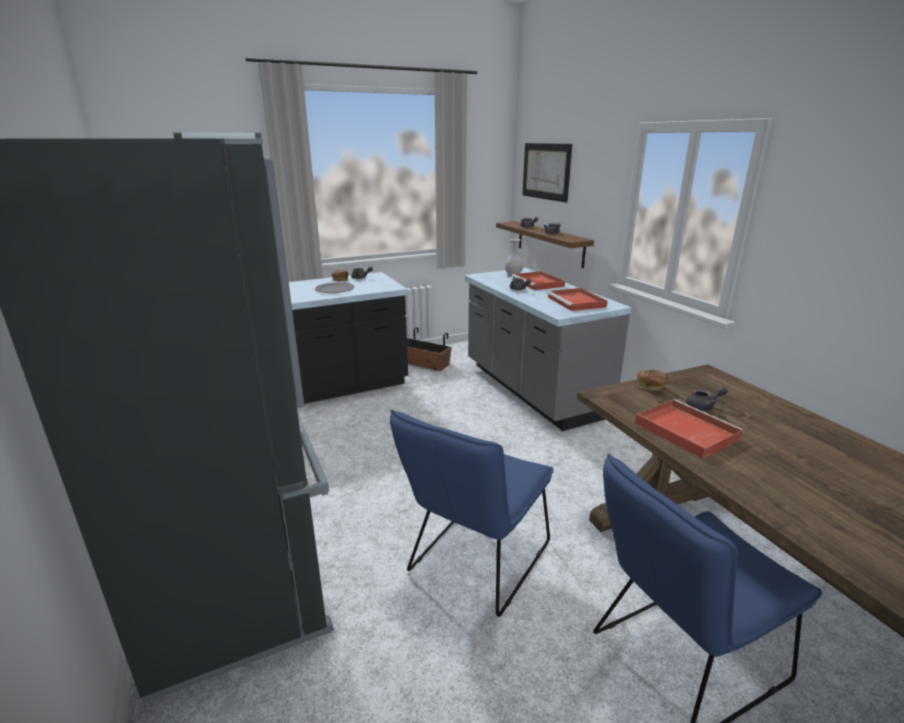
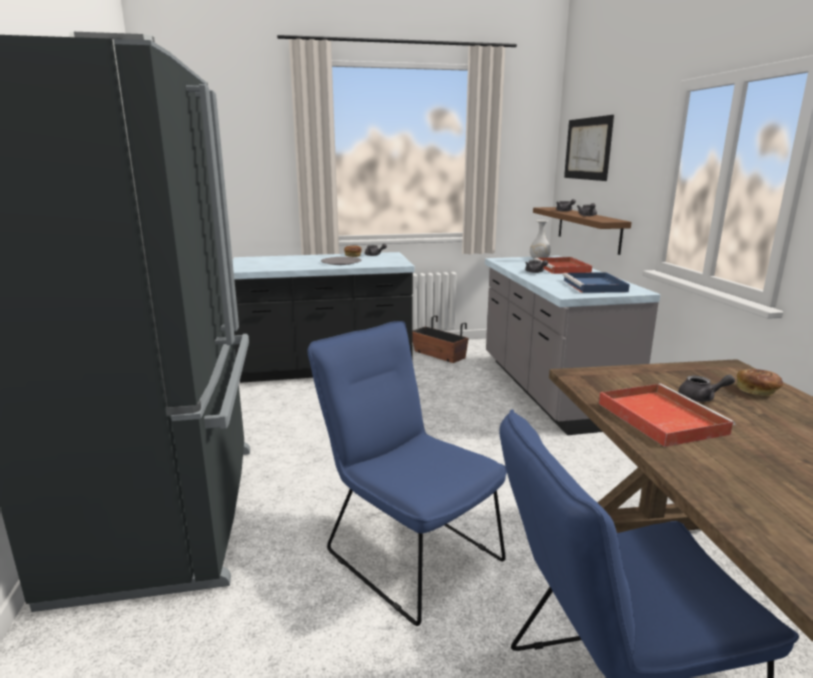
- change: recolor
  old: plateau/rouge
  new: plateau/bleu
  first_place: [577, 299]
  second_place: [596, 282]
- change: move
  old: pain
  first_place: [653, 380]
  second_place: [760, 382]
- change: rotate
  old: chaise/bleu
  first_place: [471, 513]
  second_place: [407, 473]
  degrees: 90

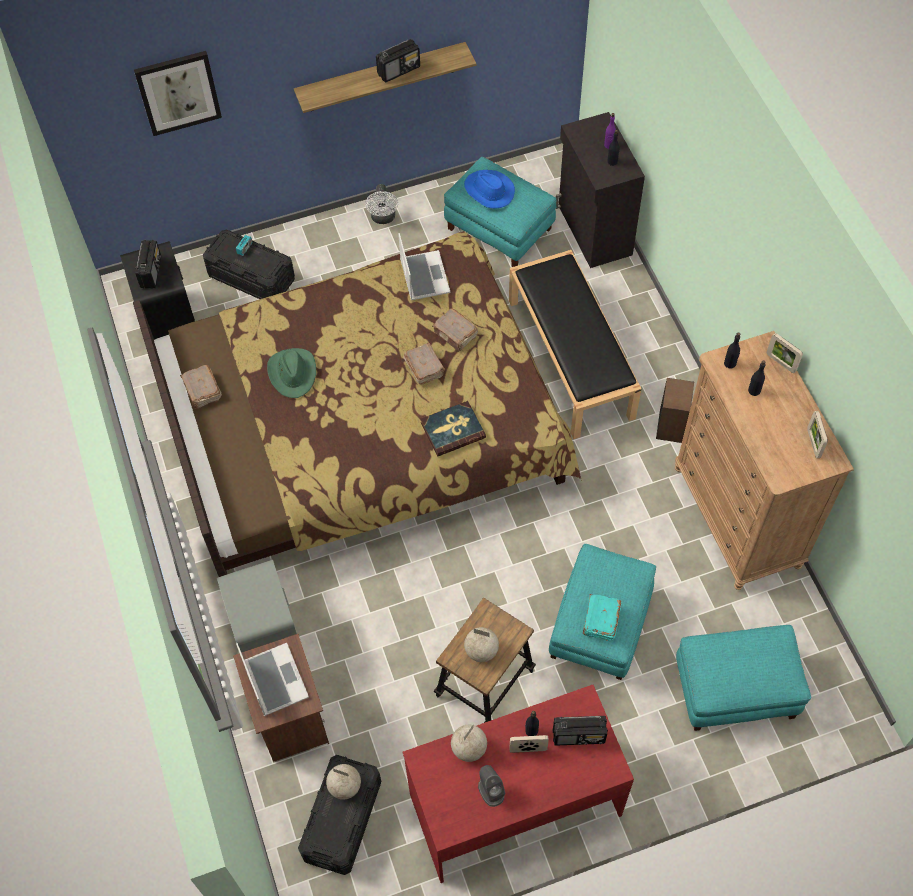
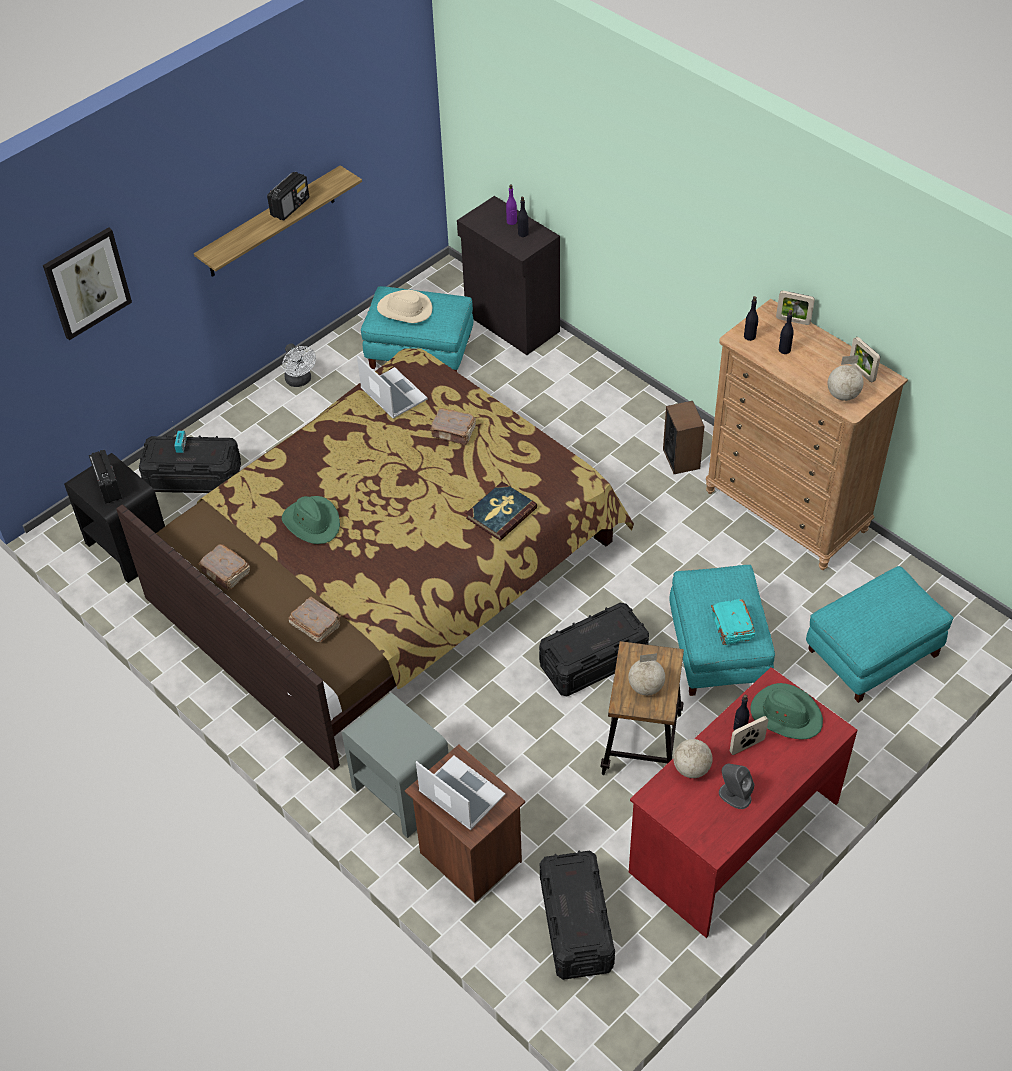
- change: recolor
  old: chapeau/bleu
  new: chapeau/beige
  first_place: [489, 189]
  second_place: [404, 306]
- change: delete
  old: banc/noir
  first_place: [575, 344]
- change: move
  old: livre/marron
  first_place: [424, 364]
  second_place: [315, 620]
- change: replace
  old: radio
  new: chapeau/vert
  first_place: [580, 731]
  second_place: [786, 711]
- change: move
  old: globe
  first_place: [343, 782]
  second_place: [845, 378]
- change: insert
  new: boîte de rangement/noir
  second_place: [594, 649]

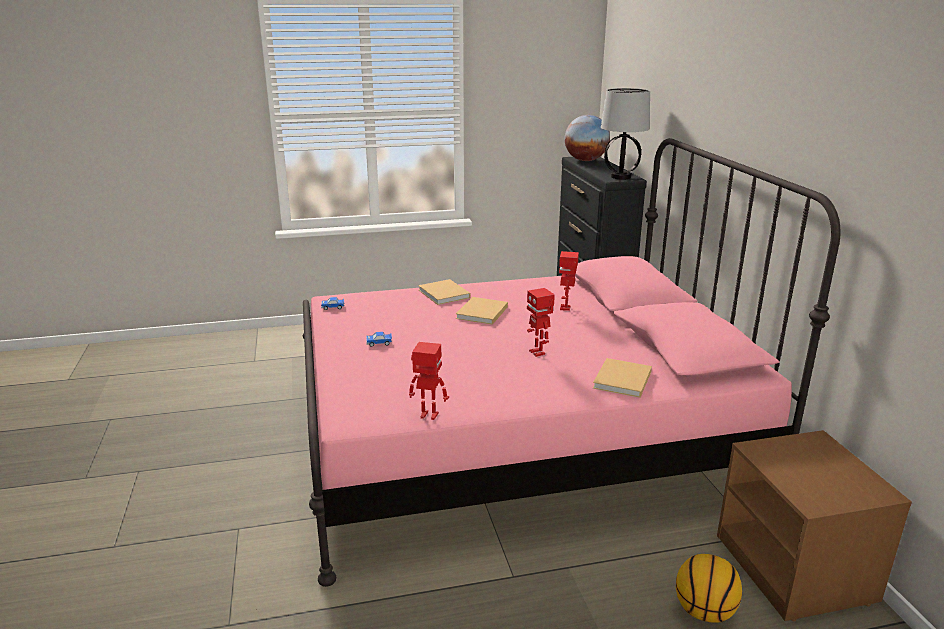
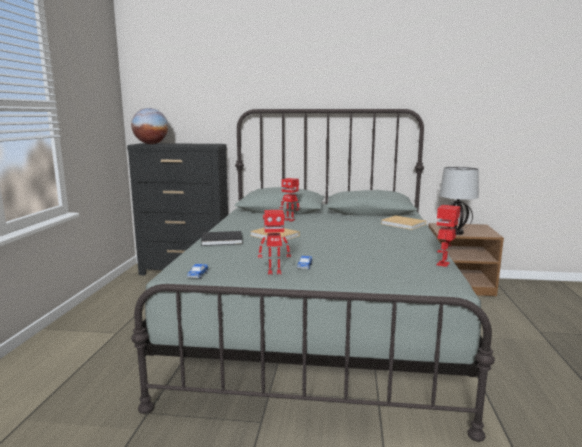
- change: move
  old: lampe de table
  first_place: [625, 134]
  second_place: [459, 201]
- change: recolor
  old: lit/rose
  new: lit/gris
  first_place: [572, 362]
  second_place: [313, 275]
- change: recolor
  old: livre/beige
  new: livre/noir
  first_place: [444, 292]
  second_place: [222, 238]
- change: move
  old: robot jouet
  first_place: [541, 322]
  second_place: [274, 242]
- change: delete
  old: ballon de basket
  first_place: [709, 588]

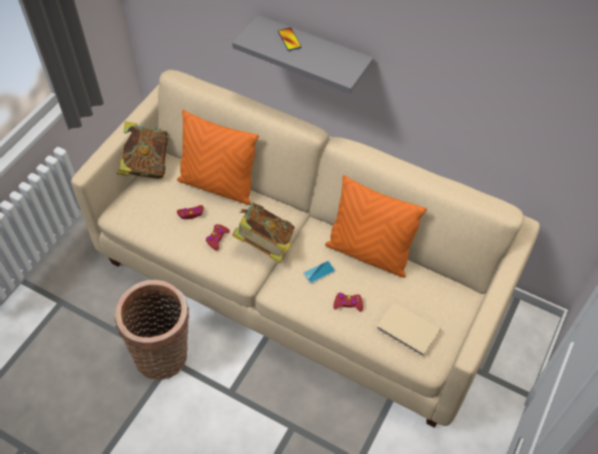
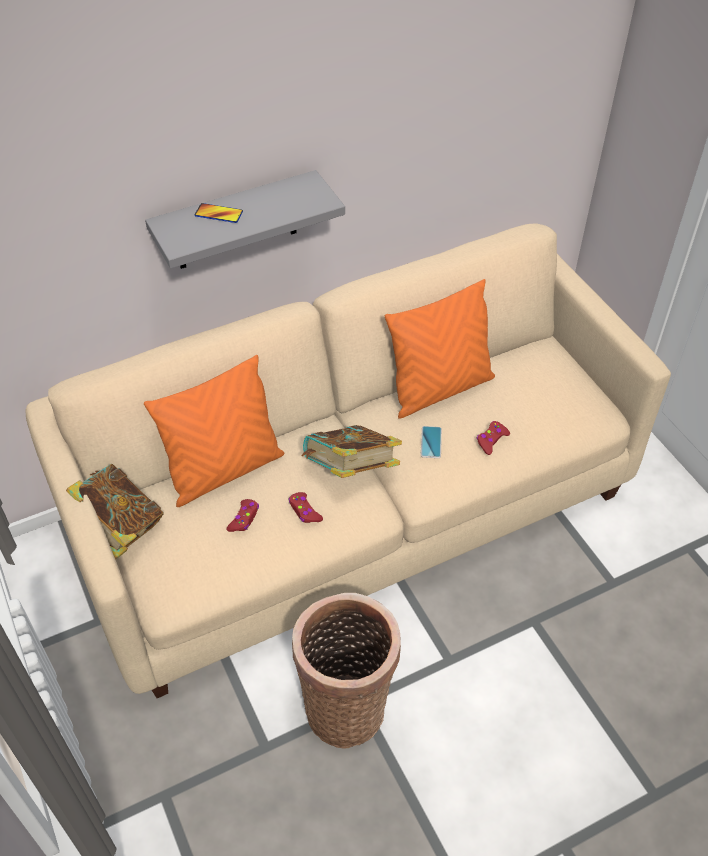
- change: delete
  old: livre/beige
  first_place: [408, 329]

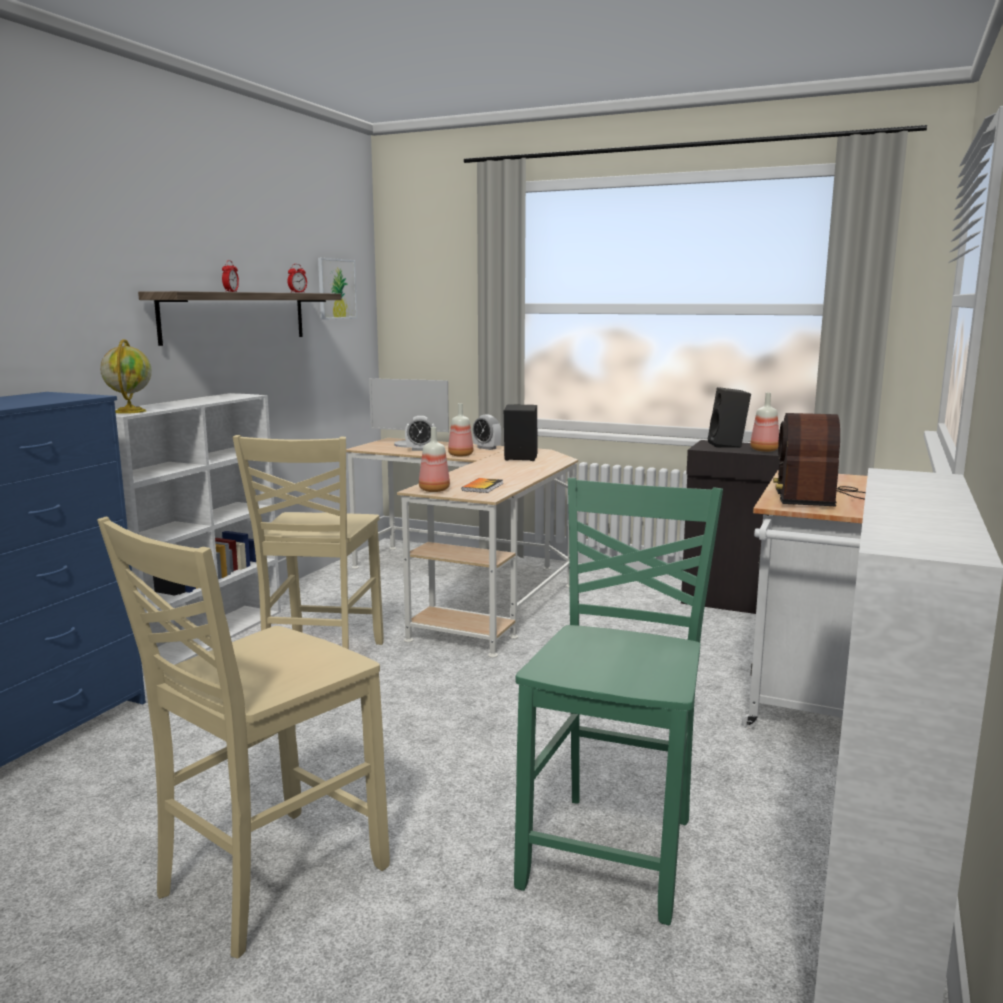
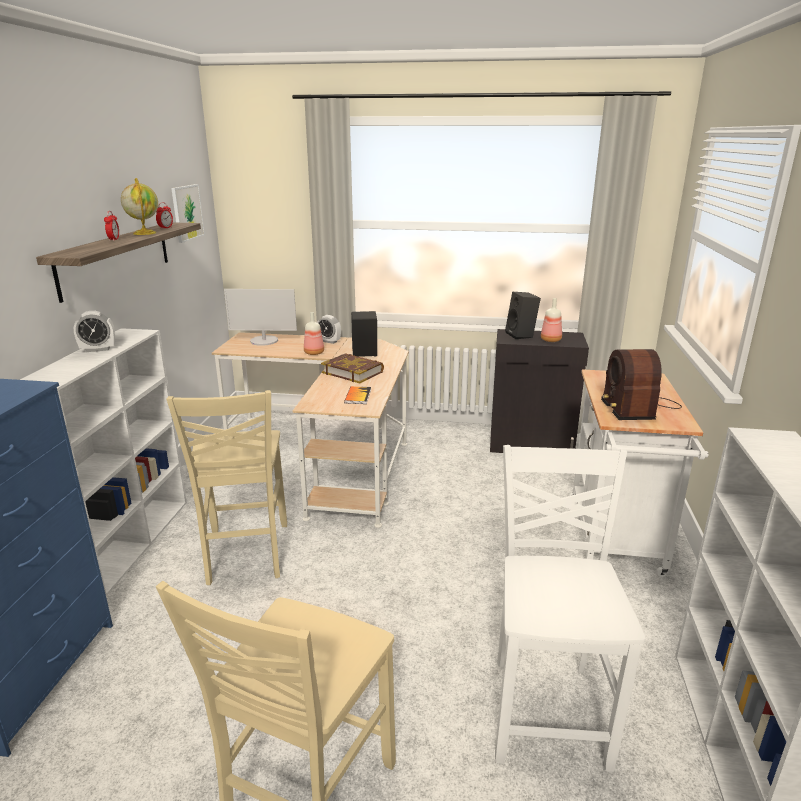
- change: move
  old: globe
  first_place: [126, 376]
  second_place: [139, 206]
- change: move
  old: réveil
  first_place: [420, 433]
  second_place: [94, 331]
- change: delete
  old: bouteille
  first_place: [434, 459]
- change: recolor
  old: chaise/vert
  new: chaise/blanc
  first_place: [618, 701]
  second_place: [570, 608]
- change: insert
  new: livre
  second_place: [352, 368]

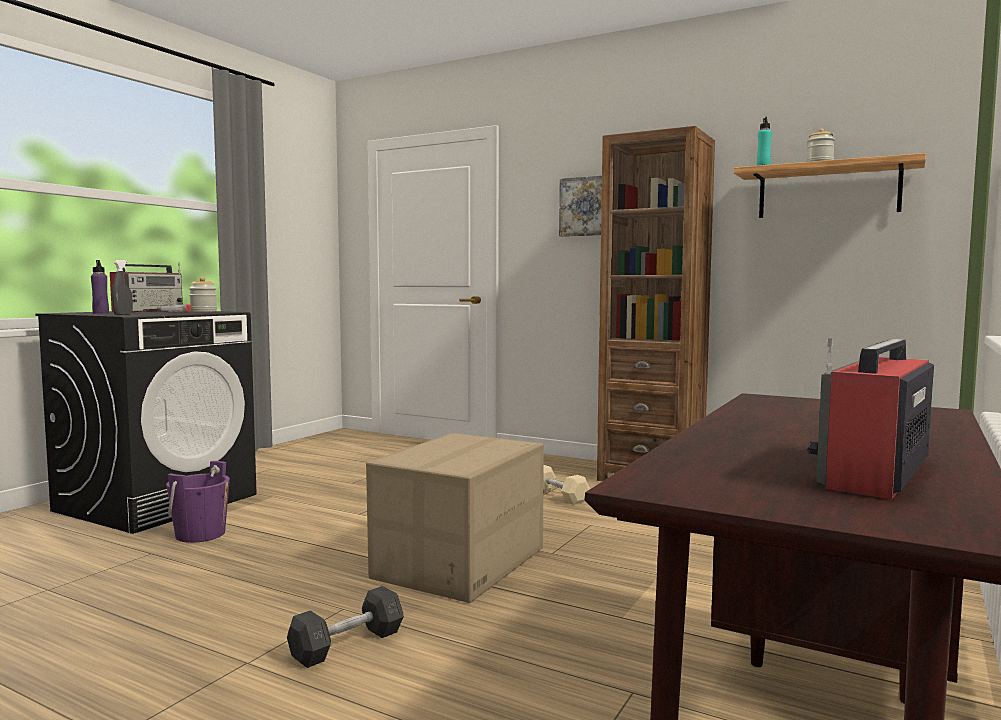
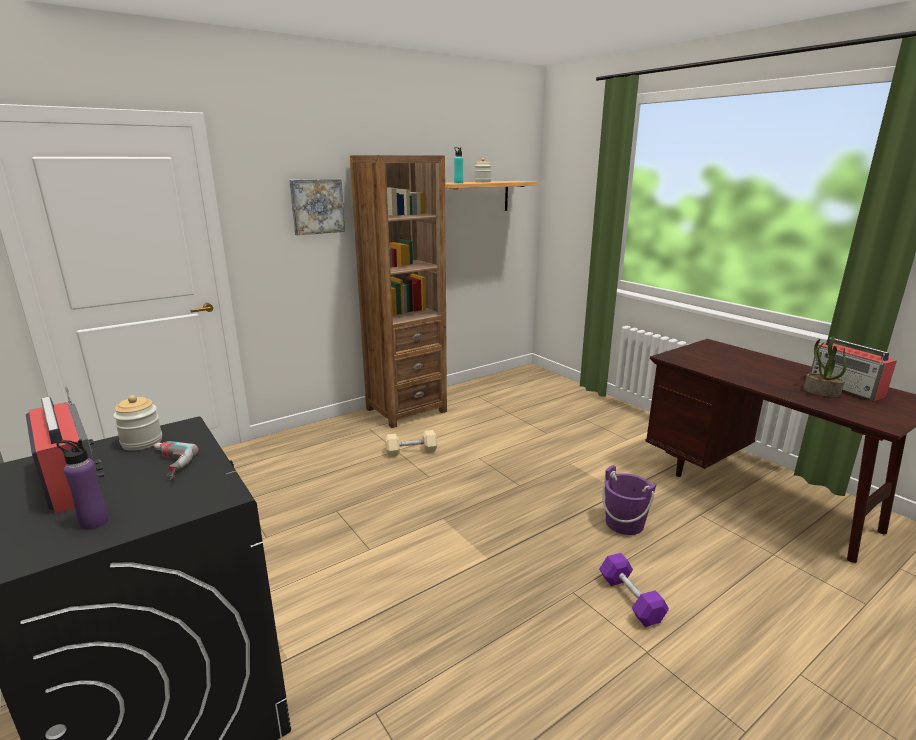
- change: delete
  old: vaporisateur/gris
  first_place: [122, 287]
- change: delete
  old: carton
  first_place: [455, 518]
- change: move
  old: seau/violet
  first_place: [198, 502]
  second_place: [629, 500]
- change: recolor
  old: haltère/gris
  new: haltère/violet
  first_place: [345, 627]
  second_place: [634, 590]
- change: insert
  new: plante en pot
  second_place: [825, 366]

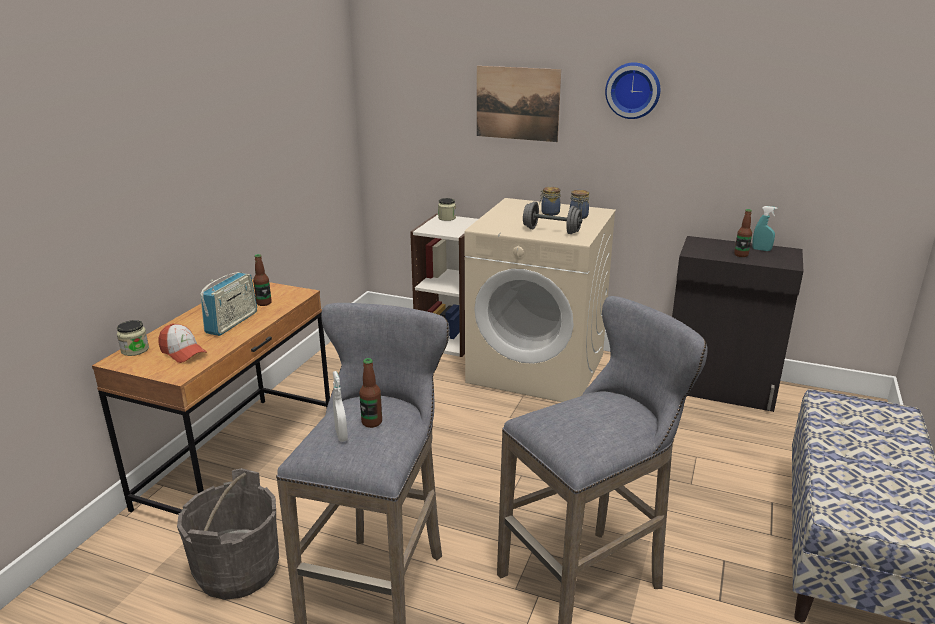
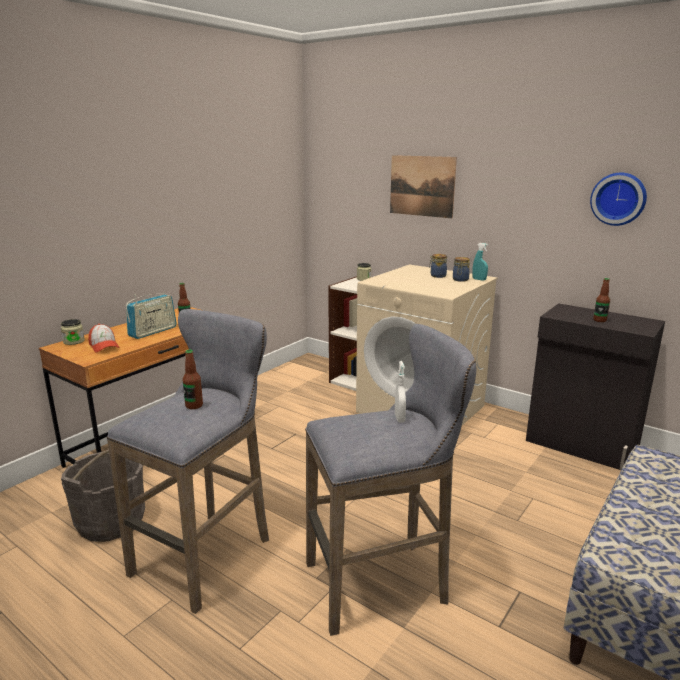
- change: move
  old: horloge murale
  first_place: [632, 90]
  second_place: [618, 199]
- change: delete
  old: haltère/gris
  first_place: [552, 217]
- change: move
  old: vaporisateur/turquoise
  first_place: [764, 228]
  second_place: [480, 262]
- change: move
  old: vaporisateur/blanc
  first_place: [340, 406]
  second_place: [400, 392]

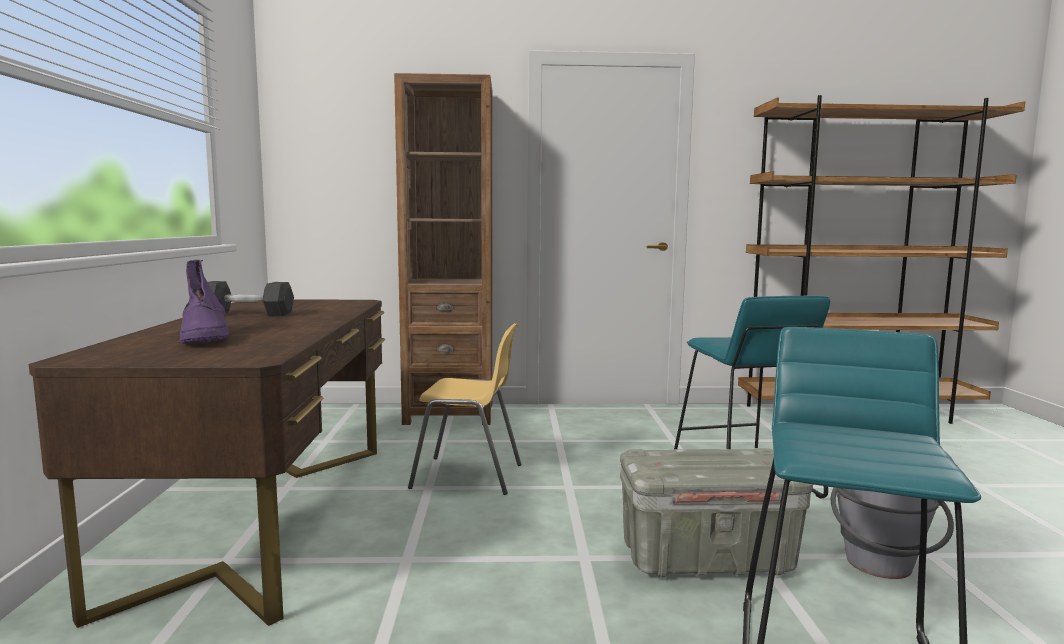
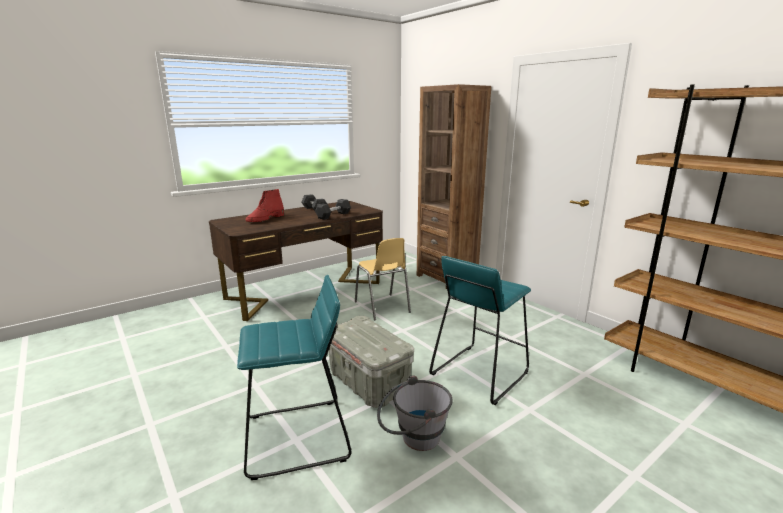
- change: recolor
  old: botte/violet
  new: botte/rouge
  first_place: [204, 302]
  second_place: [265, 205]
- change: insert
  new: haltère/gris
  second_place: [333, 209]

